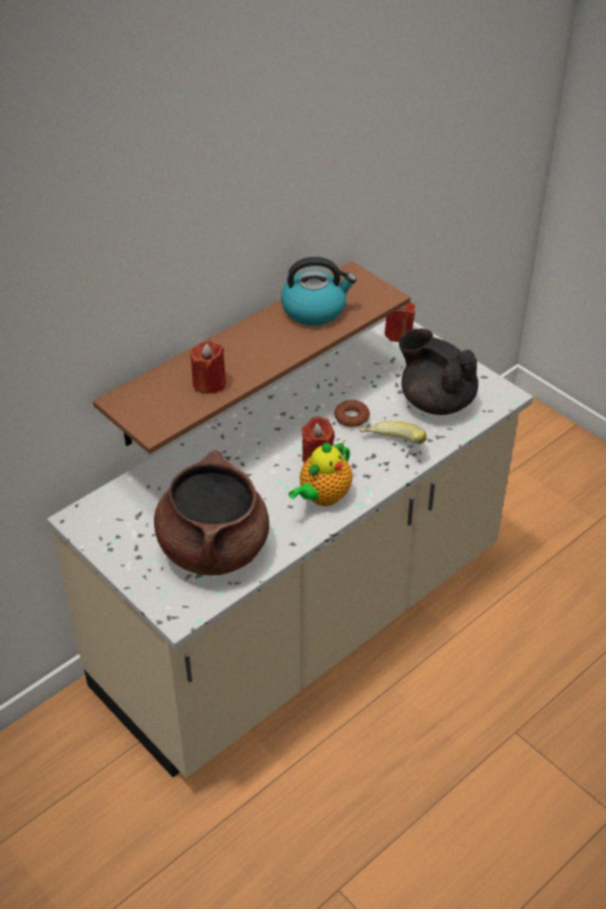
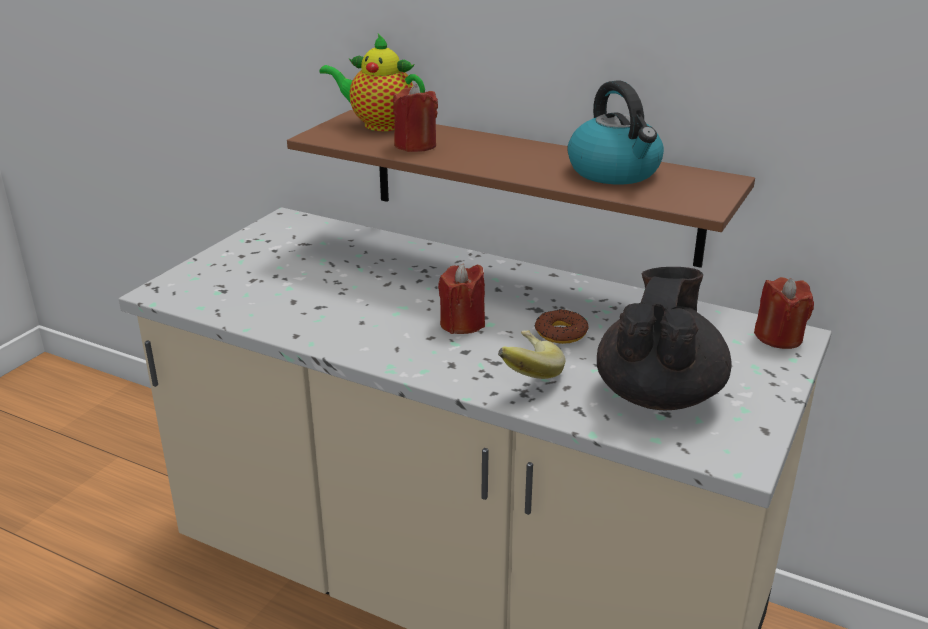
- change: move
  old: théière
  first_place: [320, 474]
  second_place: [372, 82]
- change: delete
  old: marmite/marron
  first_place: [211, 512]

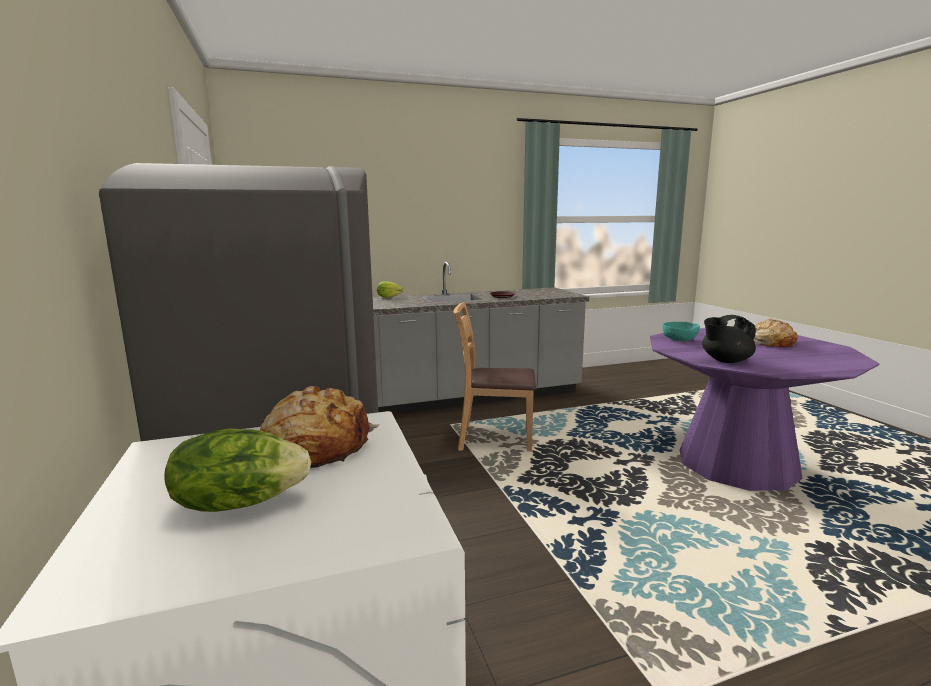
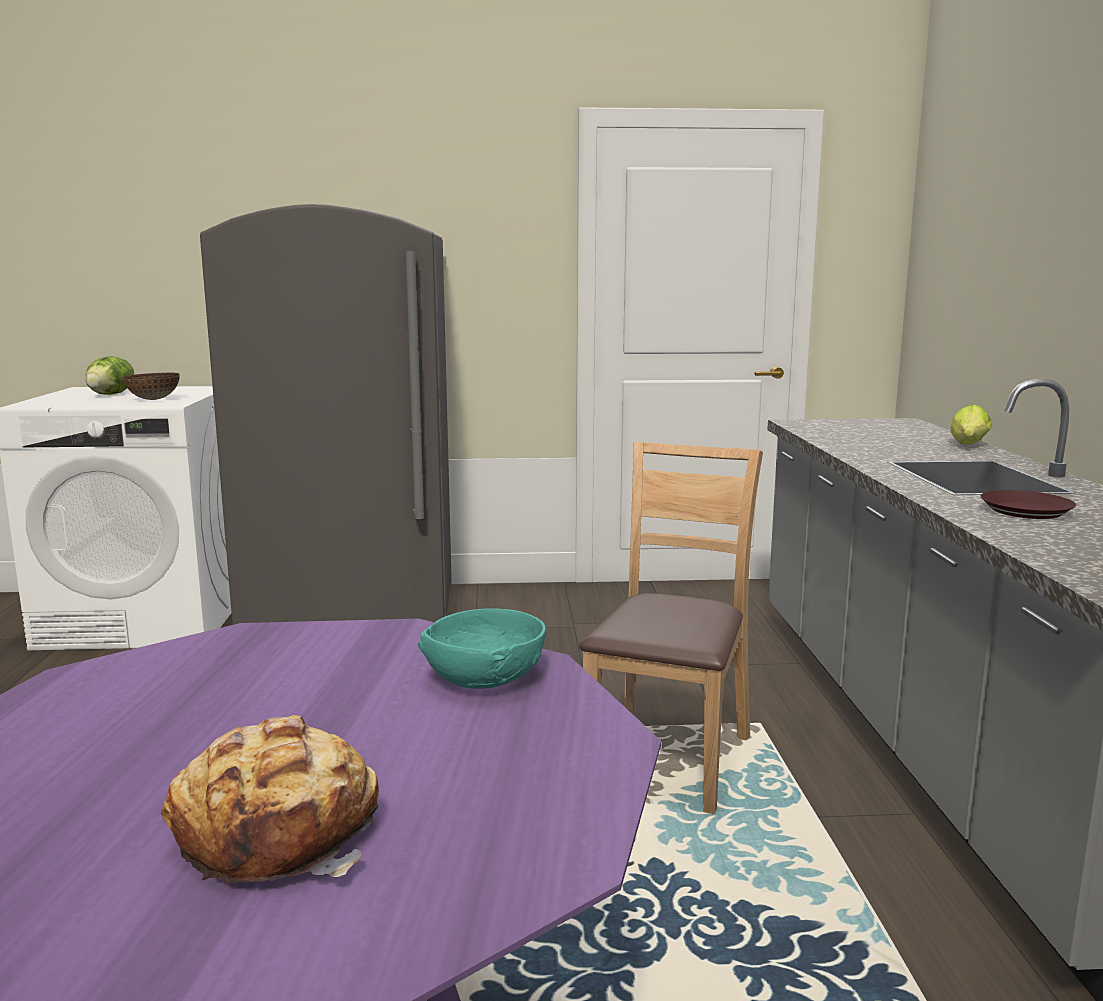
- change: delete
  old: théière/noir
  first_place: [729, 339]
- change: replace
  old: pain
  new: bol
  first_place: [319, 427]
  second_place: [151, 386]

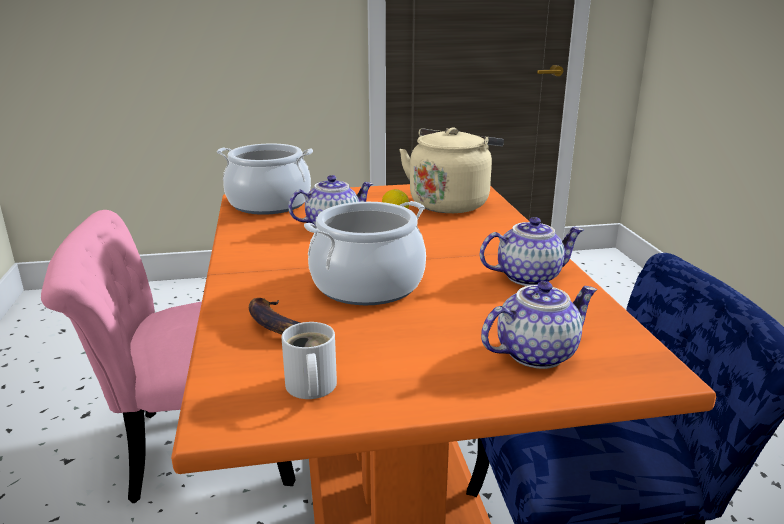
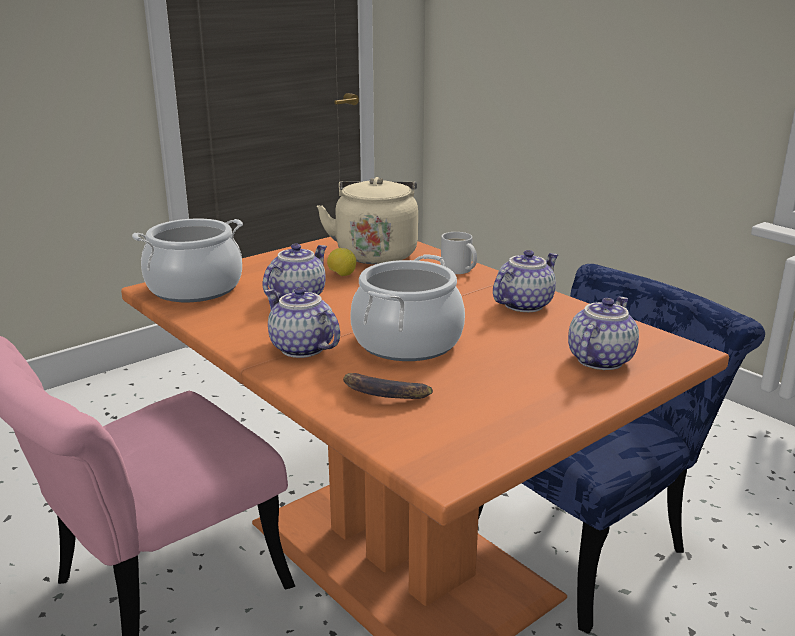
- change: move
  old: mug/blanc
  first_place: [309, 360]
  second_place: [459, 253]
- change: insert
  new: théière
  second_place: [302, 322]

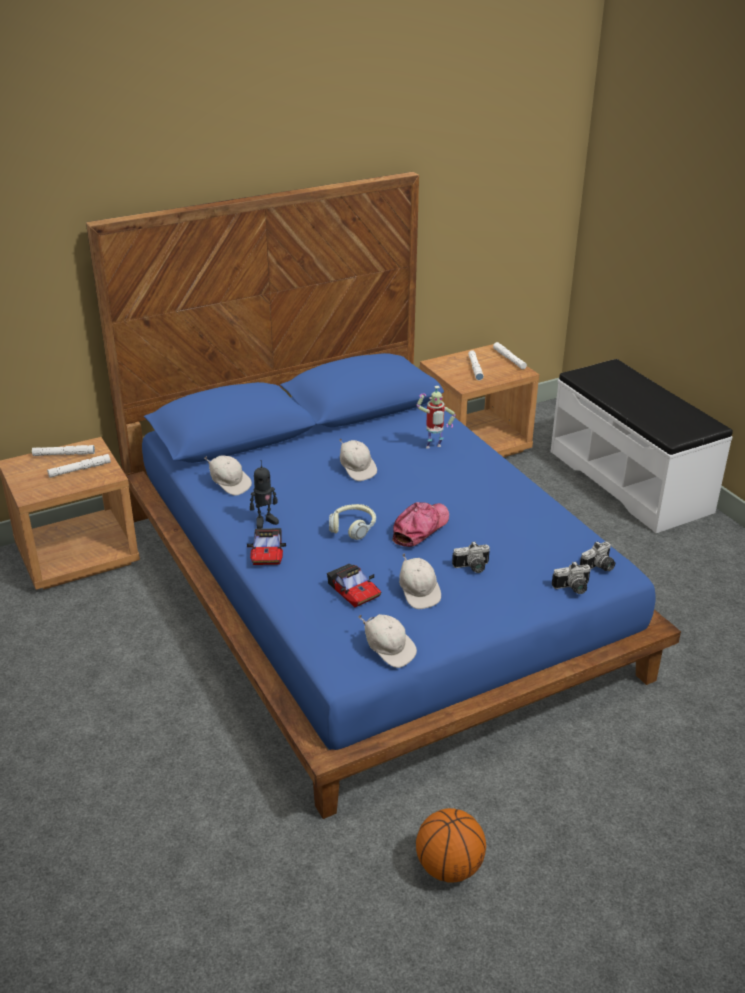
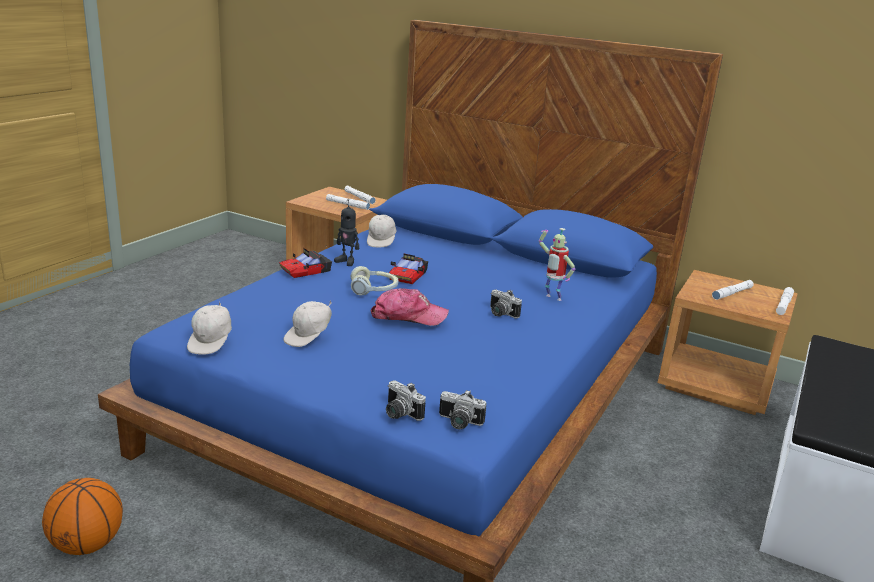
- change: delete
  old: casquette/blanc
  first_place: [358, 459]
- change: move
  old: appareil photo
  first_place: [471, 557]
  second_place: [506, 304]
- change: move
  old: petite voiture
  first_place: [354, 585]
  second_place: [408, 269]

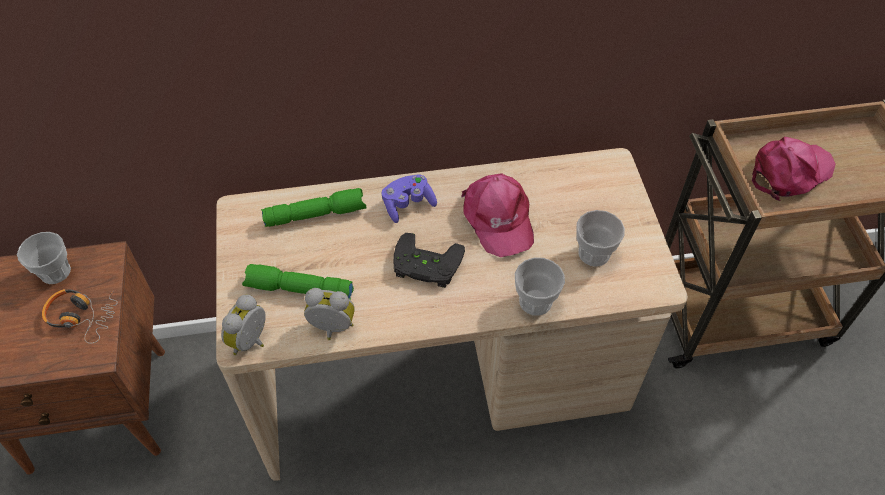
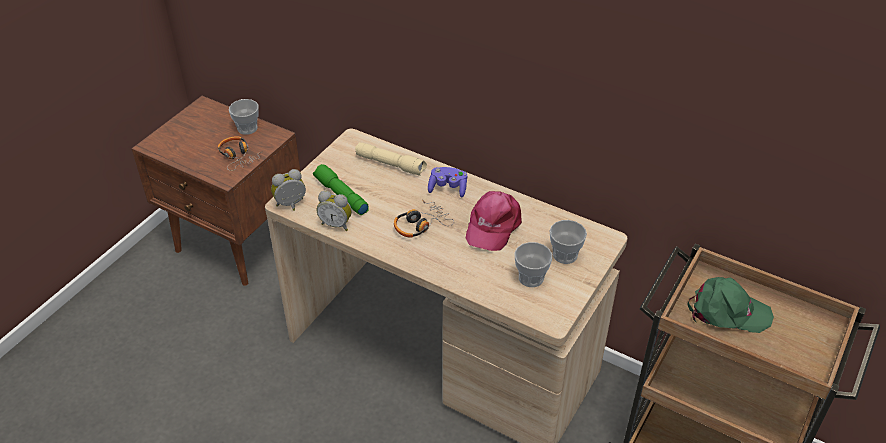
- change: recolor
  old: casquette/rose
  new: casquette/vert
  first_place: [794, 169]
  second_place: [730, 305]
- change: recolor
  old: lampe de poche/vert
  new: lampe de poche/beige
  first_place: [313, 207]
  second_place: [391, 159]
- change: replace
  old: manette/noir
  new: casque audio
  first_place: [429, 260]
  second_place: [424, 219]
- change: move
  old: tasse
  first_place: [540, 287]
  second_place: [568, 242]
- change: rotate
  old: réveil
  first_place: [329, 314]
  second_place: [334, 211]
  degrees: 150

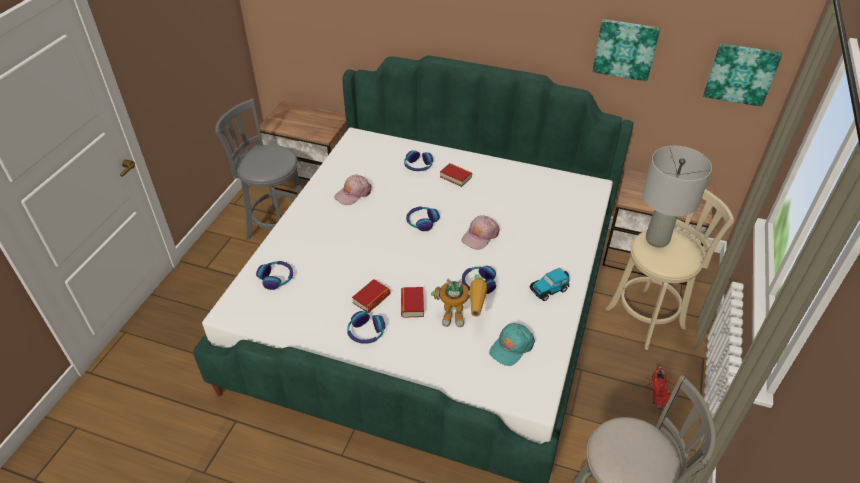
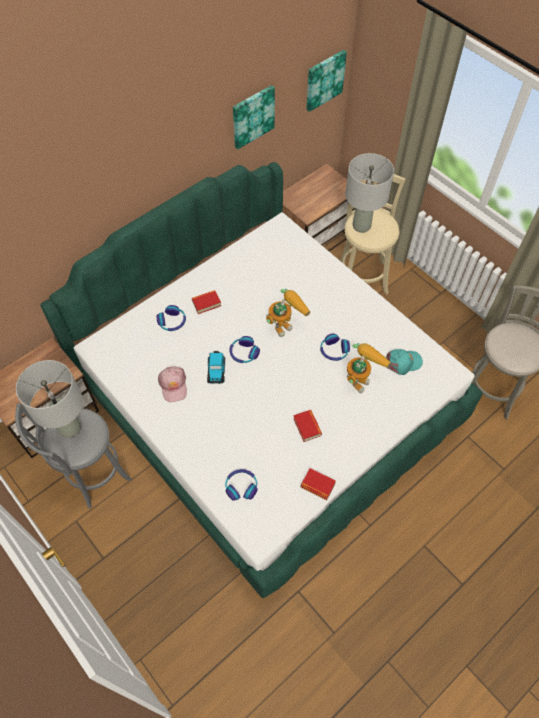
- change: replace
  old: casquette/rose
  new: robot jouet
  first_place: [480, 232]
  second_place: [288, 313]
- change: move
  old: petite voiture
  first_place: [550, 284]
  second_place: [216, 367]
- change: move
  old: livre
  first_place: [412, 302]
  second_place: [318, 484]
- change: delete
  old: casque audio
  first_place: [366, 327]
- change: rotate
  old: casquette/turquoise
  first_place: [512, 344]
  second_place: [404, 362]
  degrees: -90
- change: delete
  old: chaussure/rouge
  first_place: [660, 388]
- change: insert
  new: lampe de table/gris
  second_place: [49, 399]

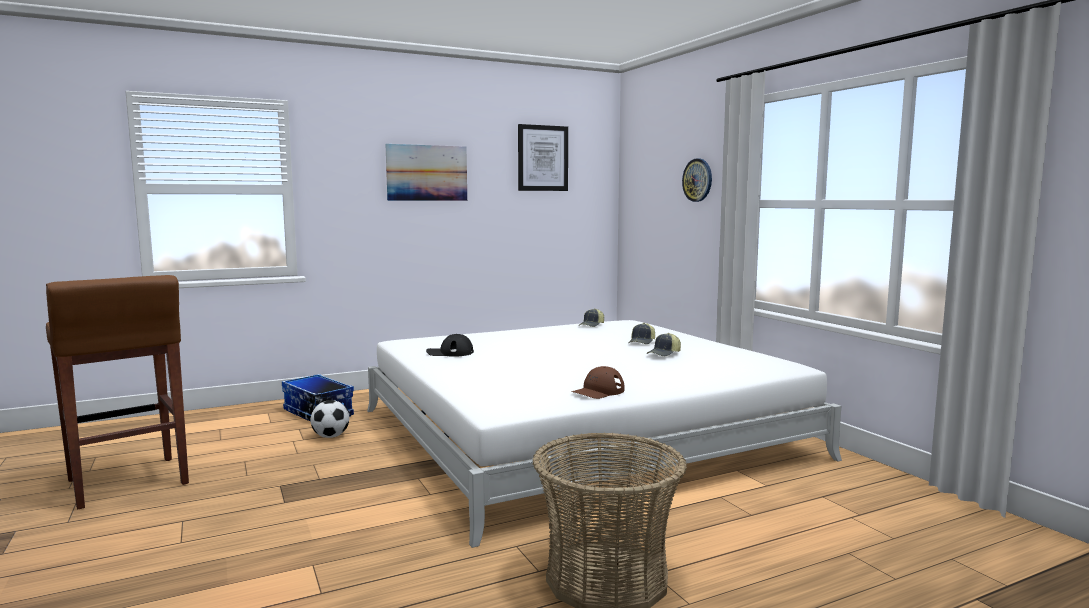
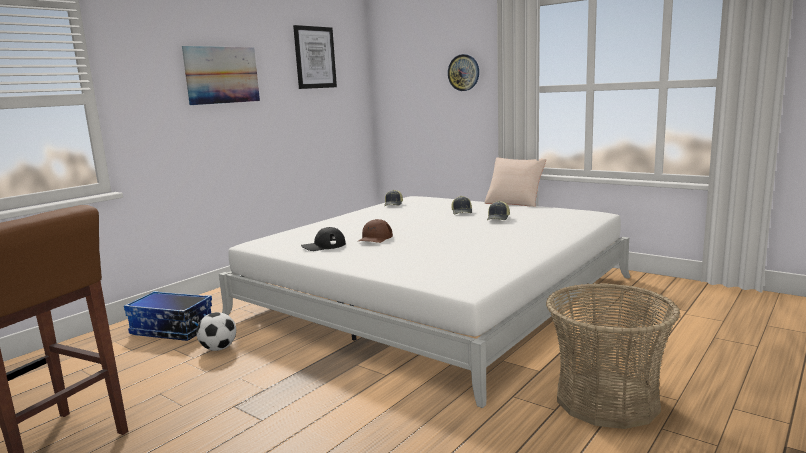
- change: move
  old: casquette/marron
  first_place: [598, 382]
  second_place: [375, 231]
- change: insert
  new: coussin/beige
  second_place: [515, 182]

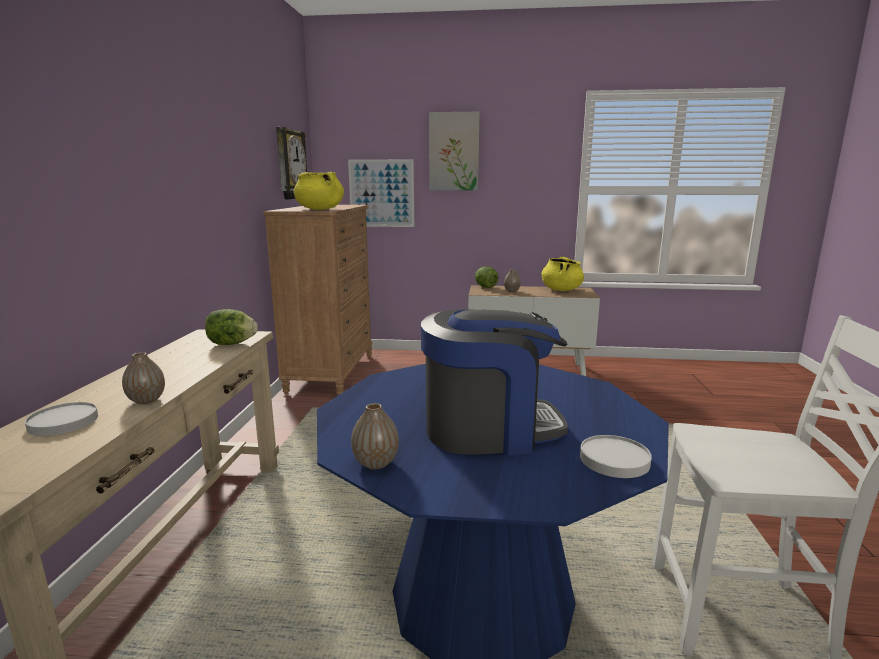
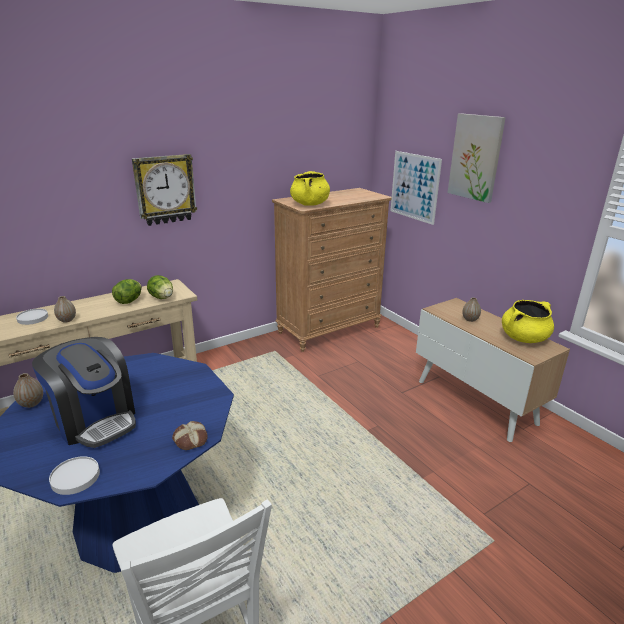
- change: move
  old: horloge murale
  first_place: [291, 163]
  second_place: [164, 190]
- change: move
  old: laitue
  first_place: [486, 277]
  second_place: [127, 291]
- change: insert
  new: pain
  second_place: [190, 435]

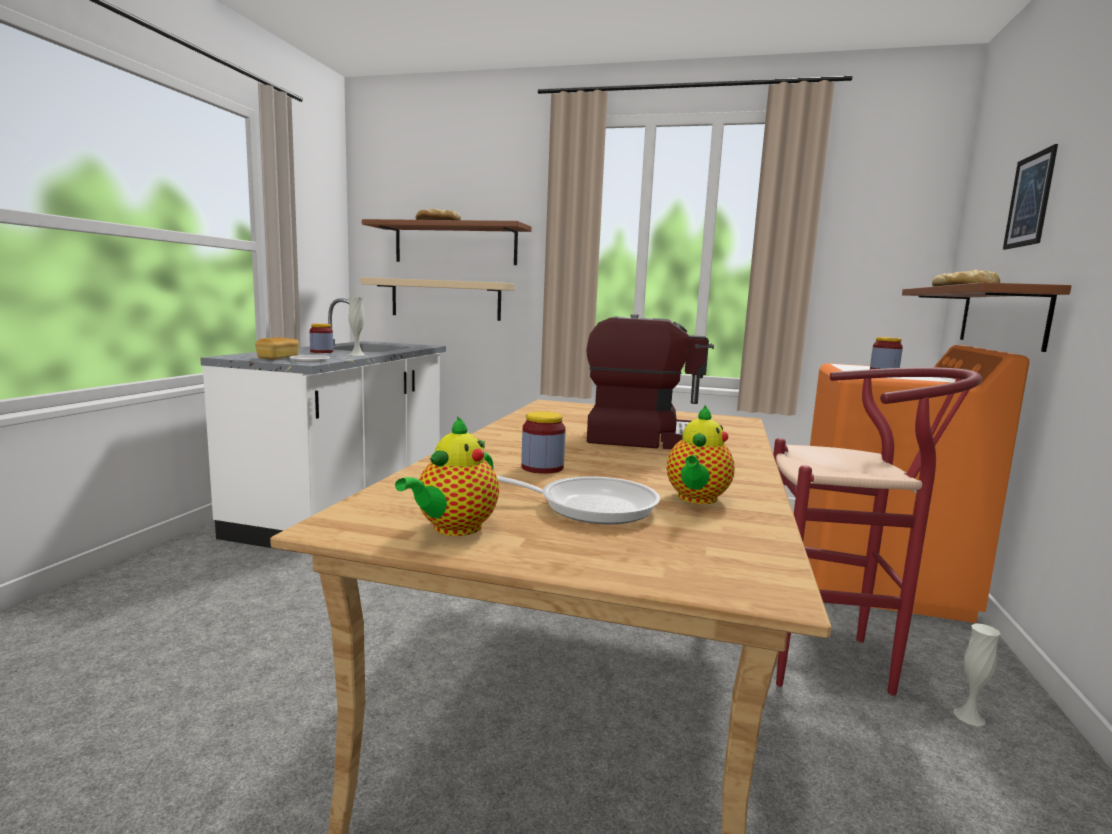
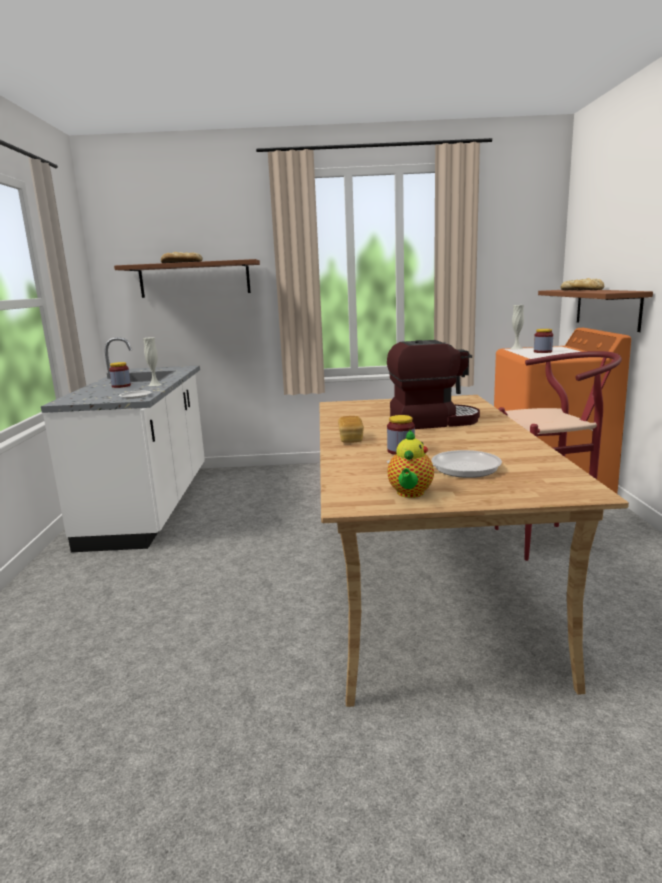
- change: delete
  old: tableau
  first_place: [1030, 197]
- change: delete
  old: étagère/beige
  first_place: [437, 299]
- change: move
  old: pain
  first_place: [277, 349]
  second_place: [351, 429]
- change: delete
  old: théière
  first_place: [701, 454]
- change: move
  old: vase/blanc
  first_place: [977, 674]
  second_place: [517, 327]

